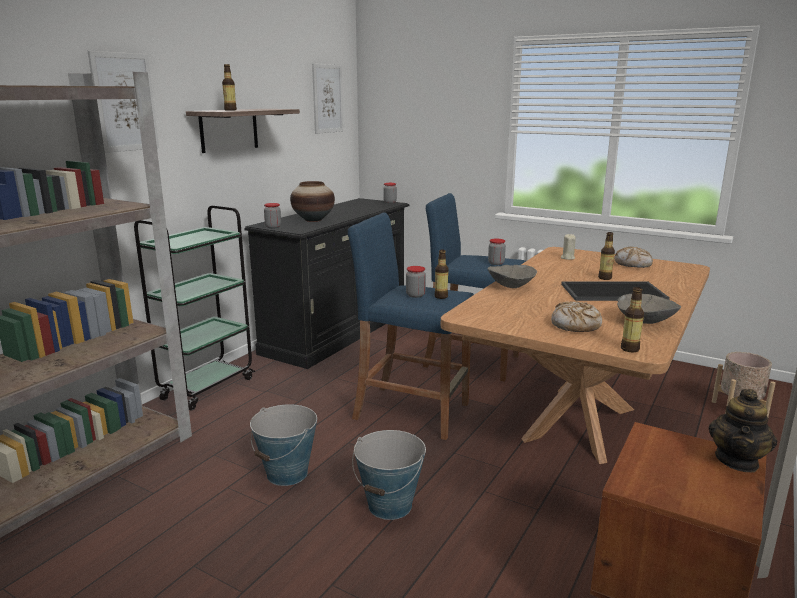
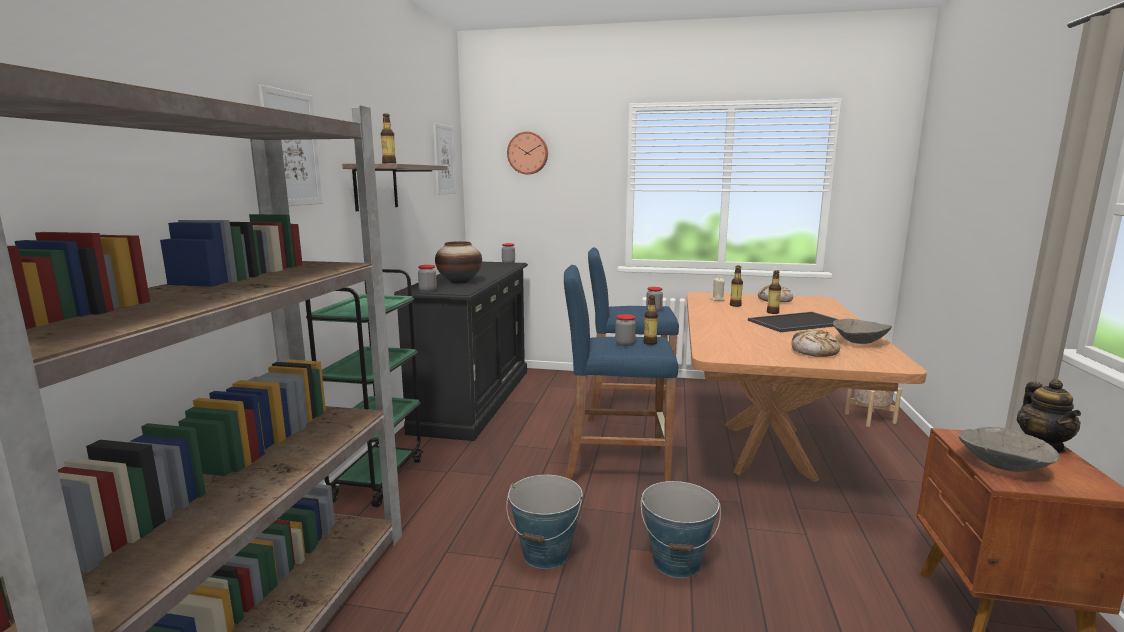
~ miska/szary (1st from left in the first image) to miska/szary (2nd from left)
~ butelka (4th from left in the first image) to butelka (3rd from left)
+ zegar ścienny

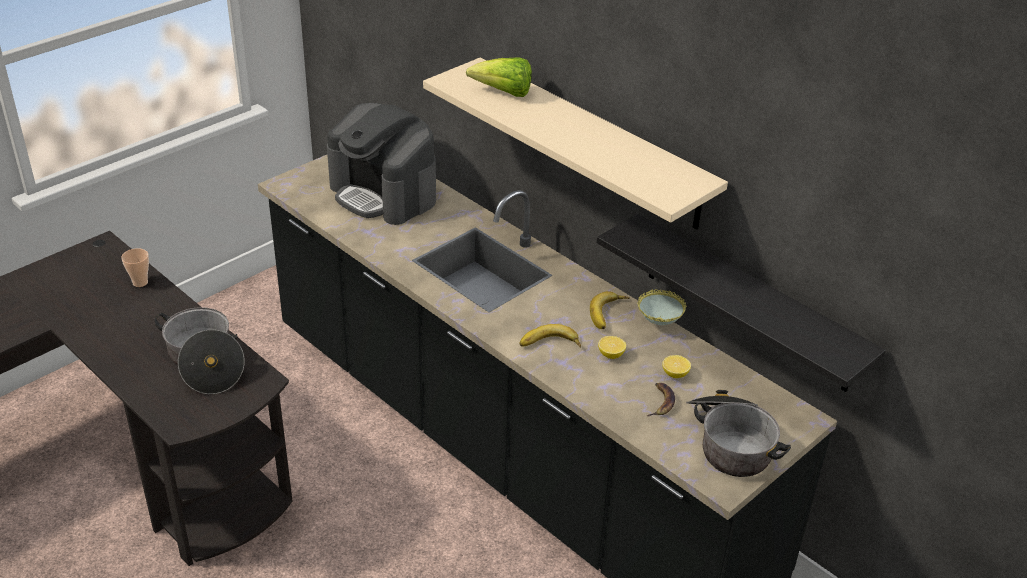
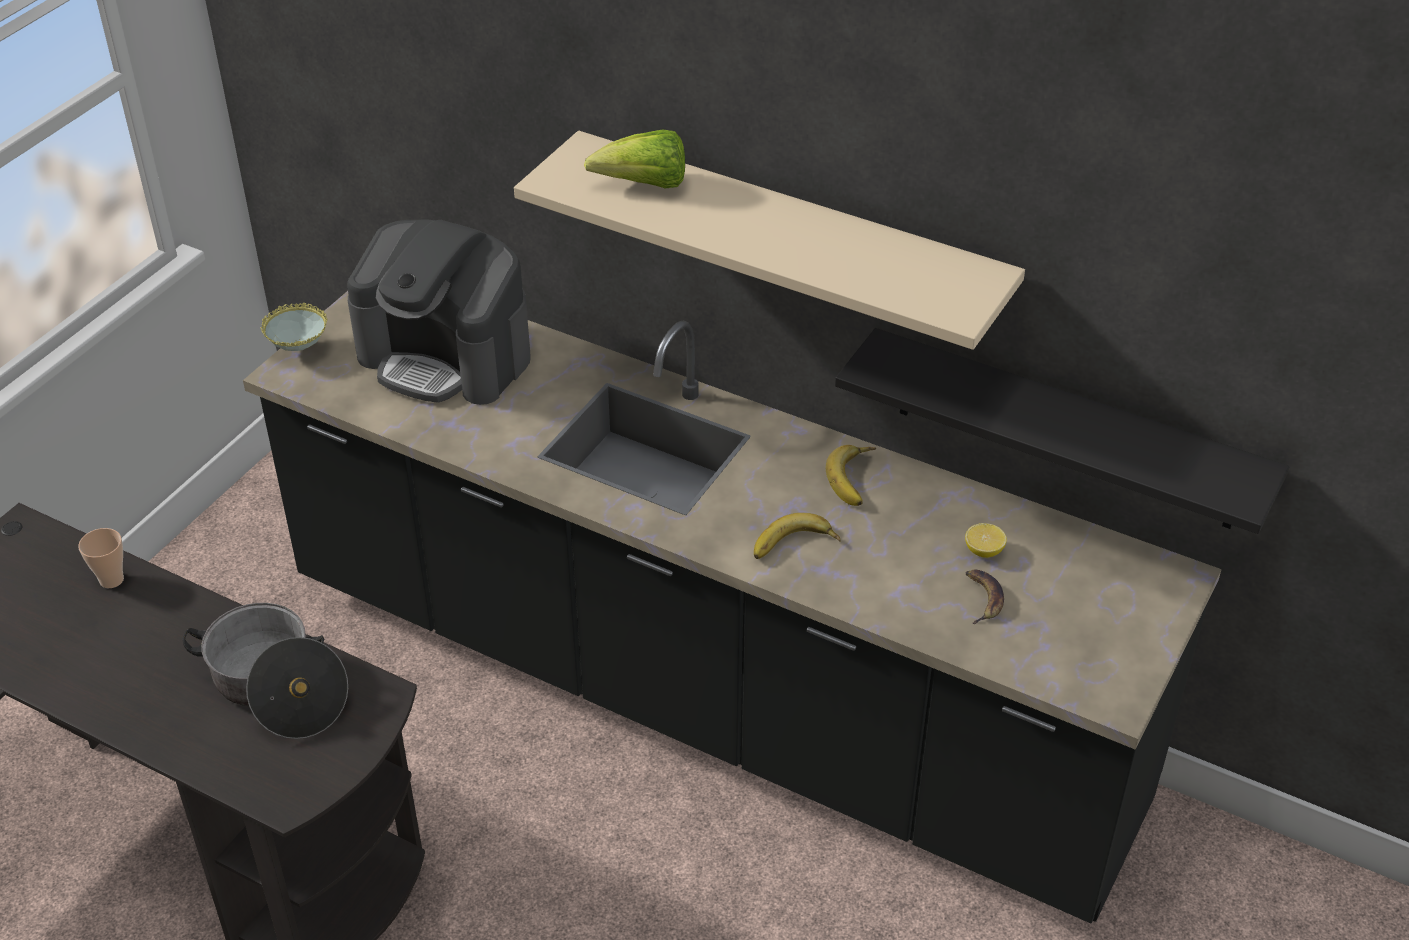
~ miska
- cytryna (1st from left)
- garnek (2nd from left)

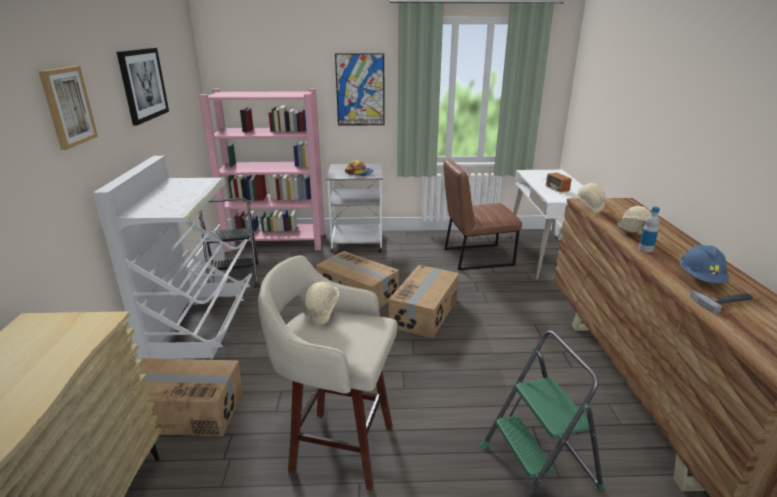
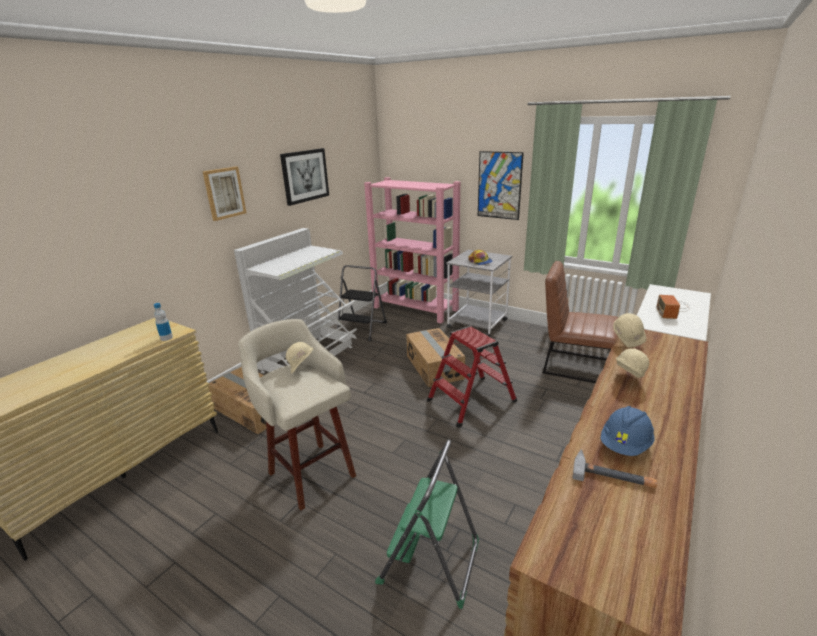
~ butelka
~ karton (3rd from left) to drabinka/czerwony

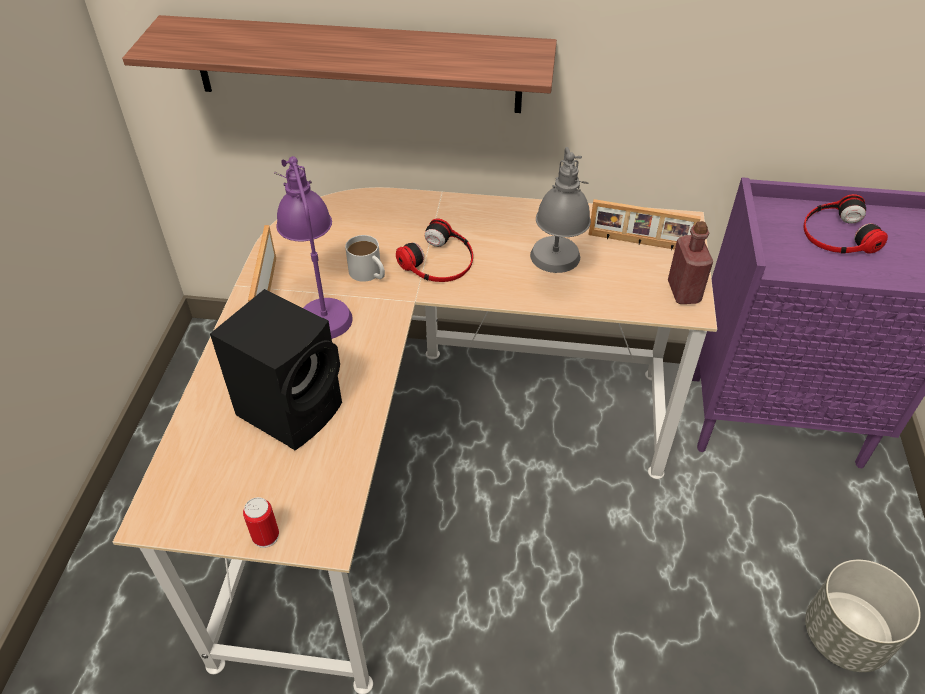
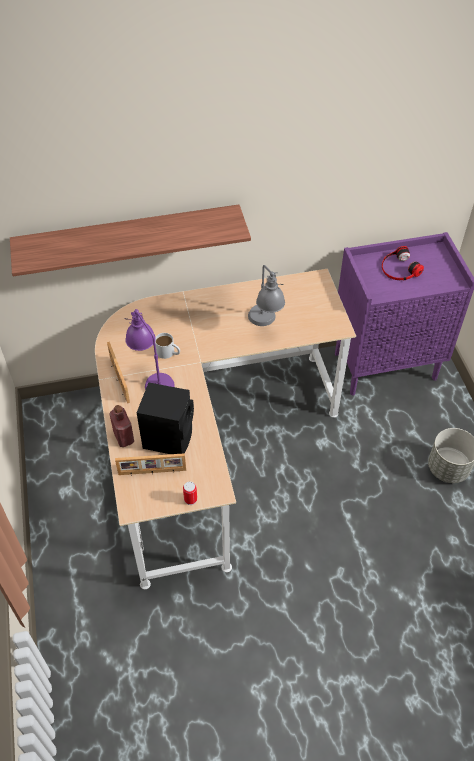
~ ramka na zdjęcie (2nd from left)
- słuchawki (1st from left)
~ butelka/czerwony

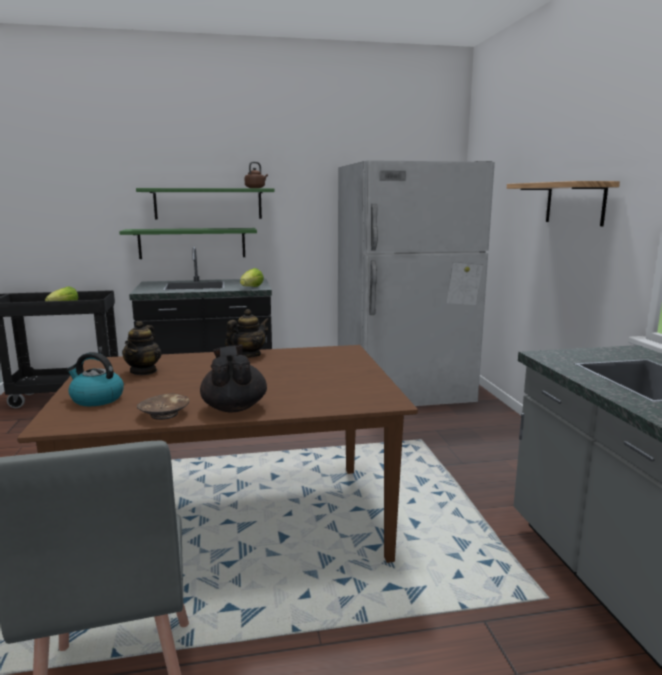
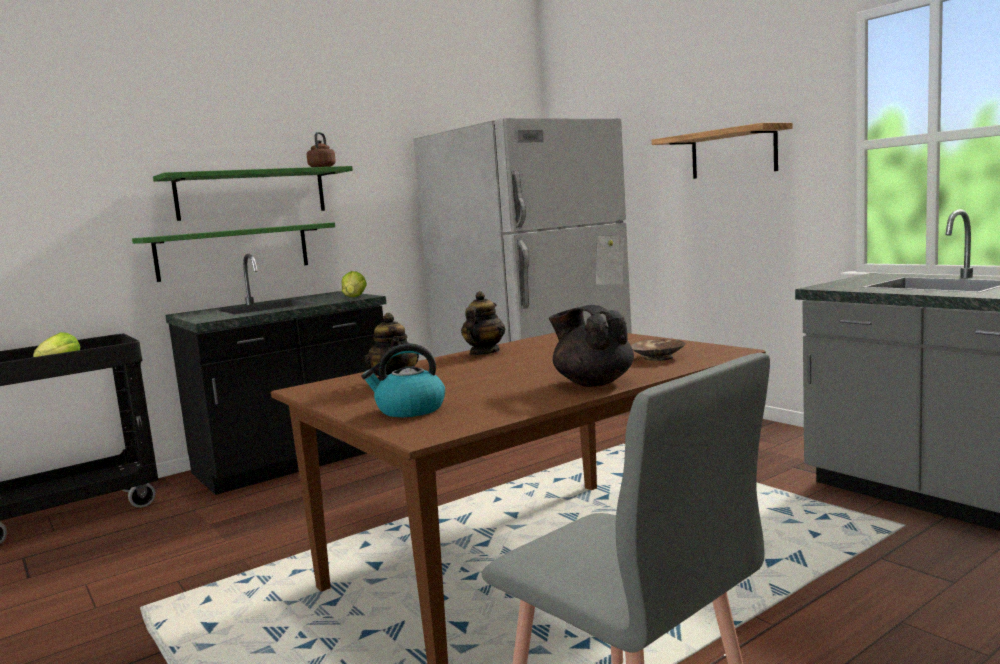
~ miska/brązowy

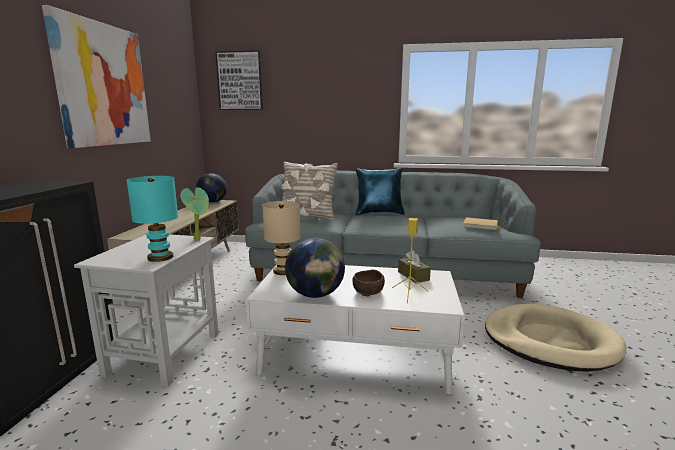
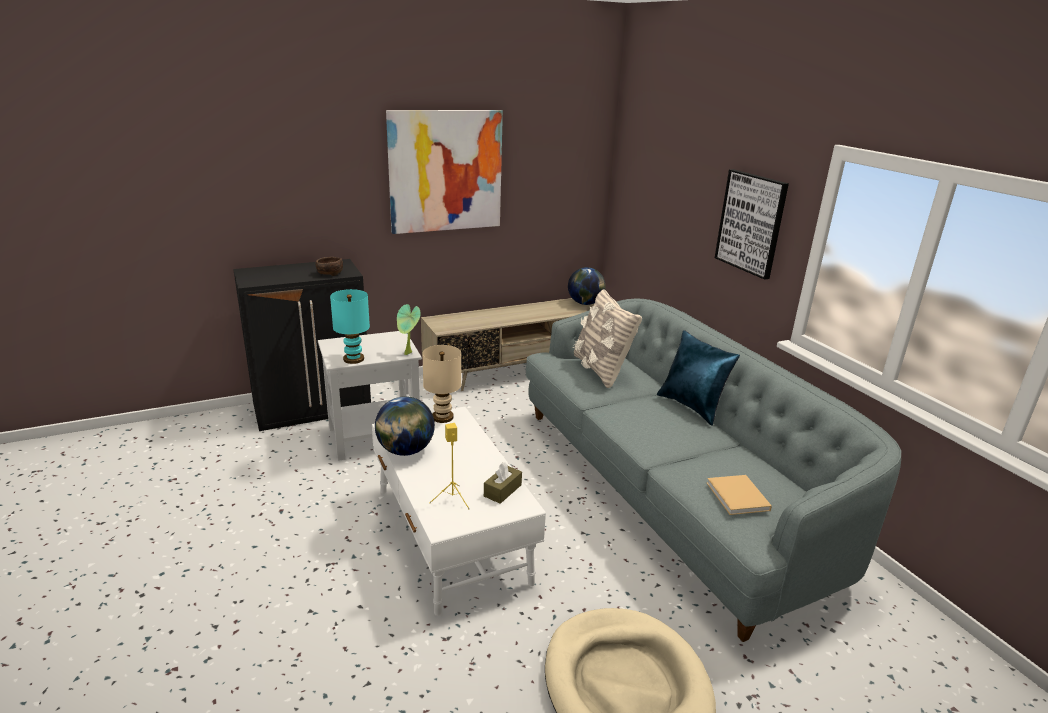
~ obraz (2nd from left)
~ miska/brązowy

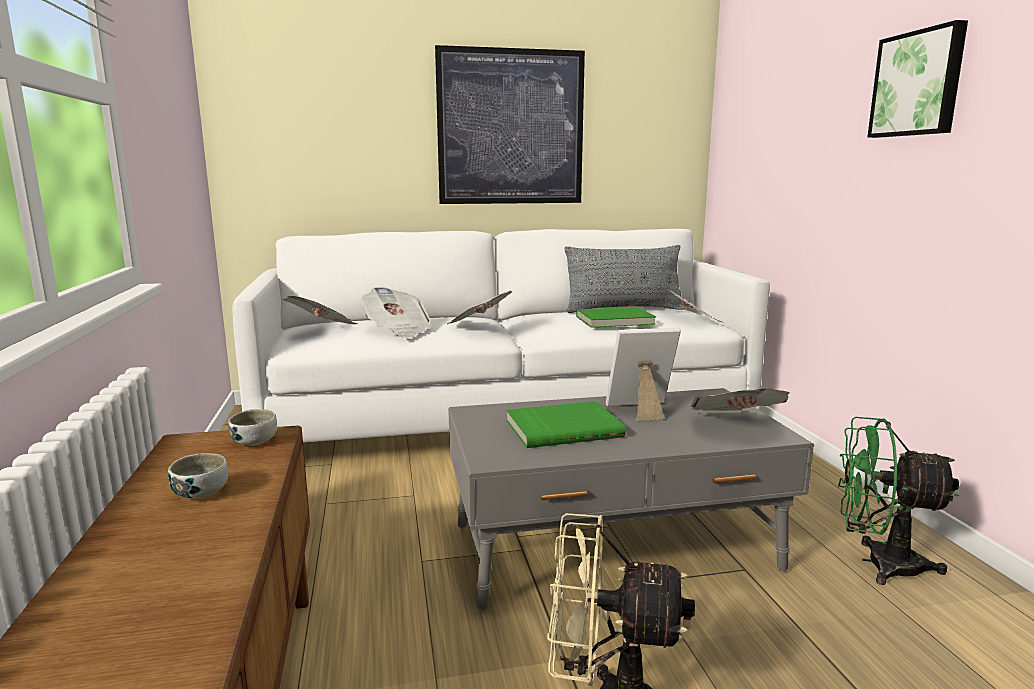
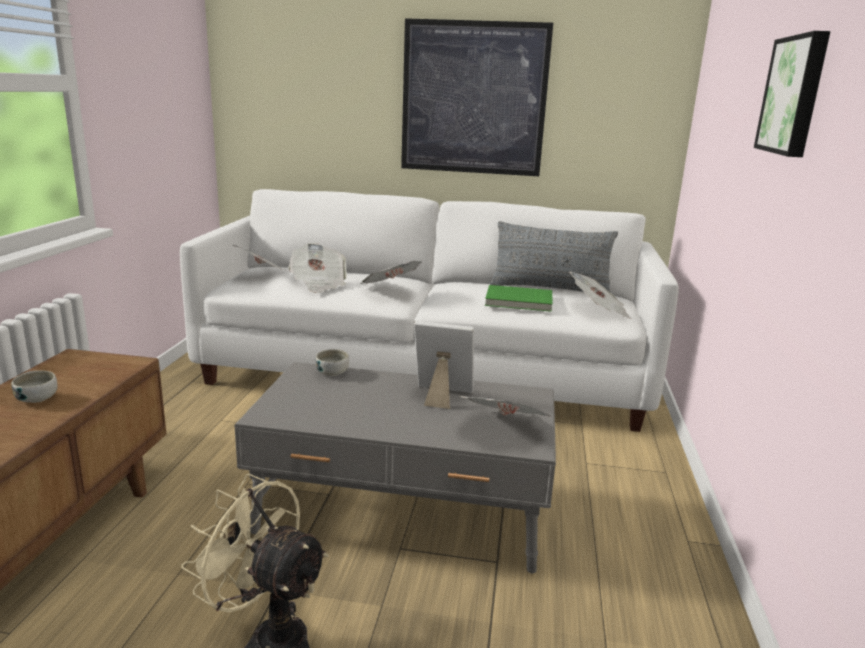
- książka/zielony (1st from left)
~ miska (2nd from left)
- wentylator/zielony

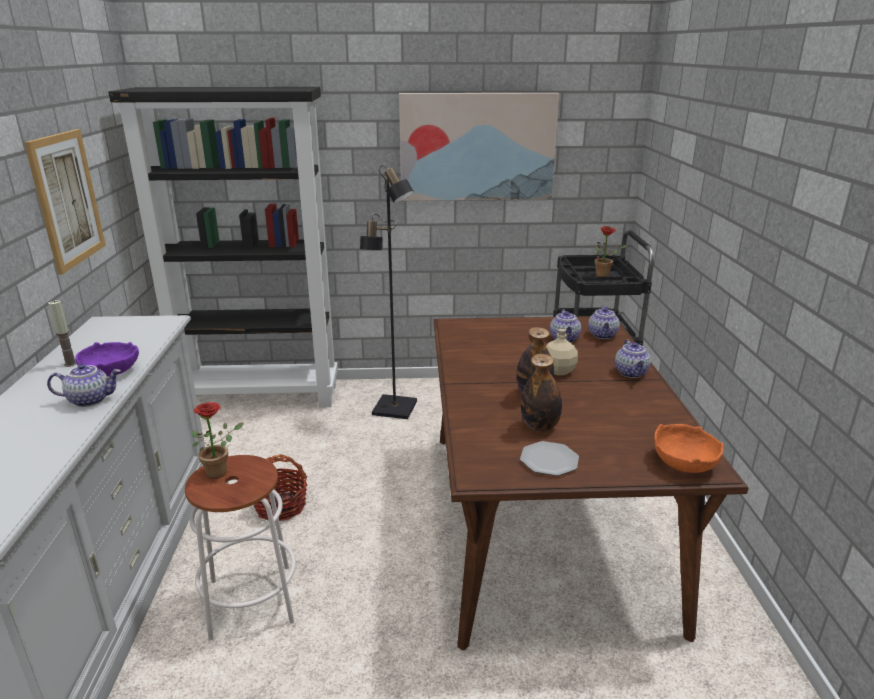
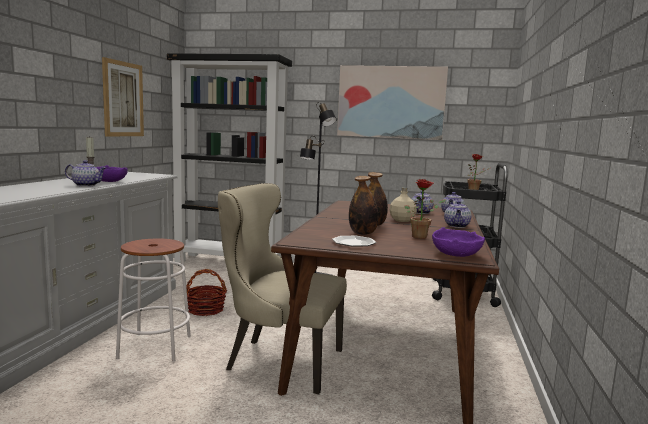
~ roślina doniczkowa (1st from left)
~ miska/pomarańczowy to miska/fioletowy (2nd from left)
+ krzesło/beżowy

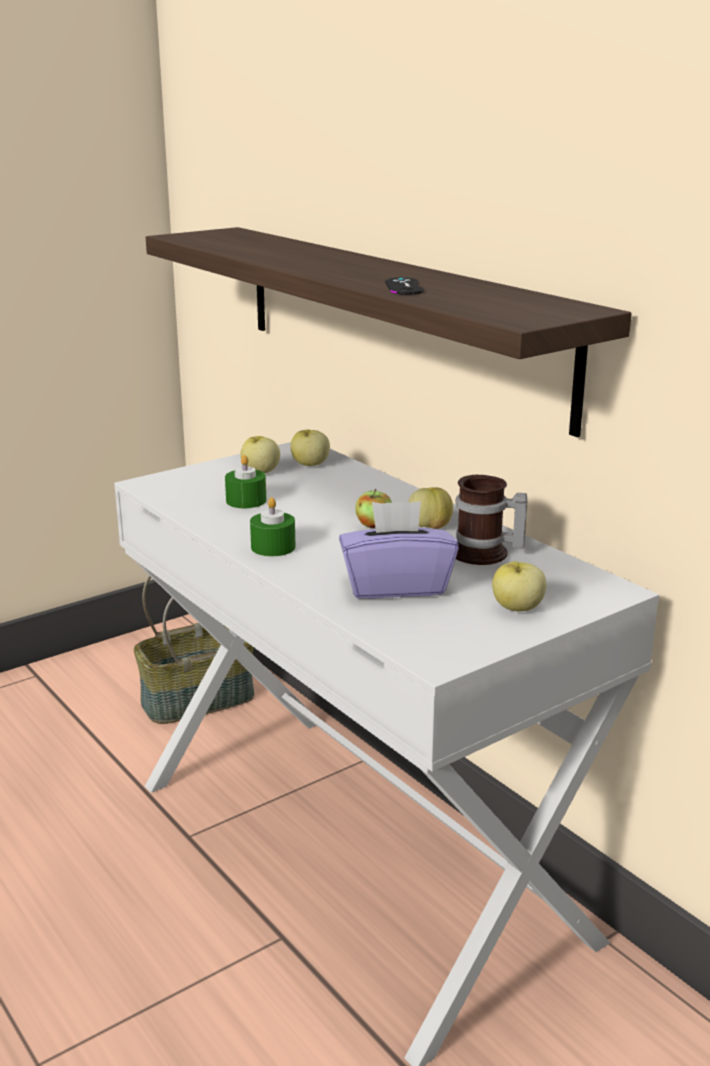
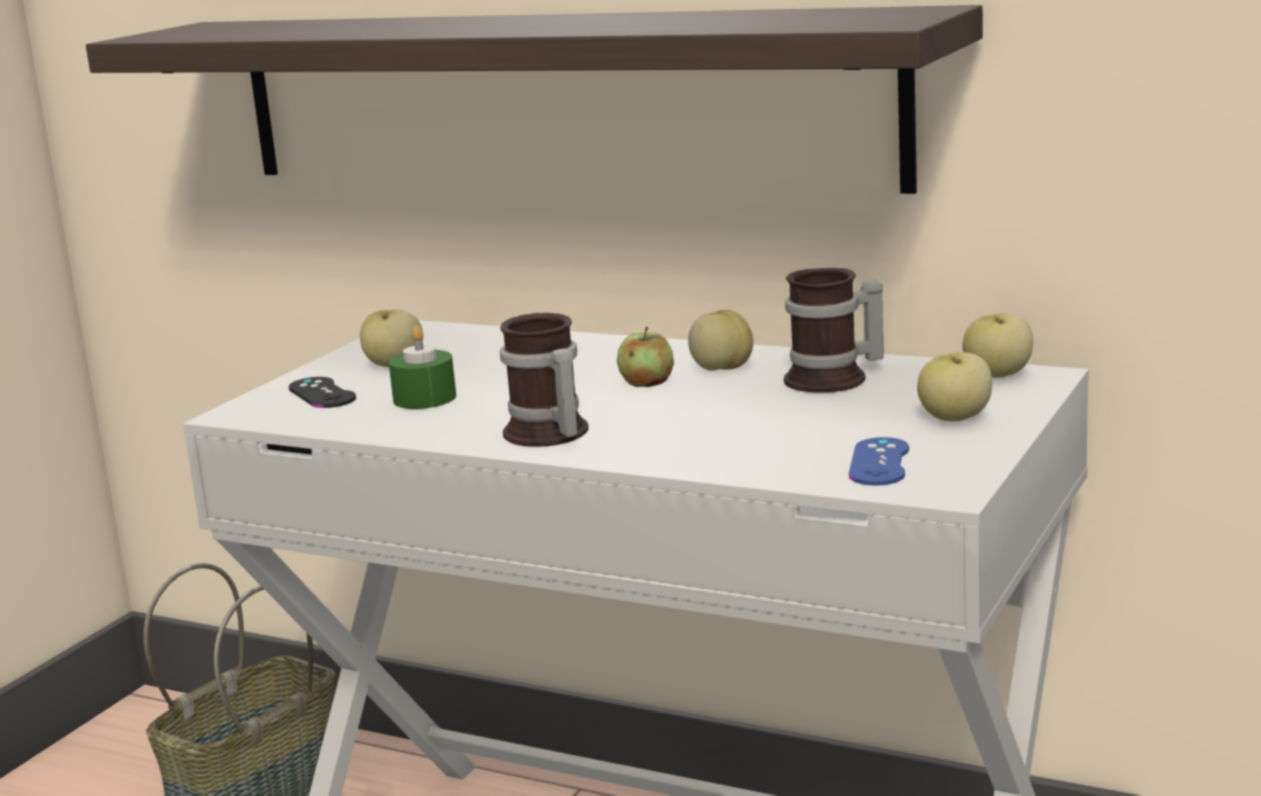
~ pad do gier/czarny
~ jabłko (2nd from left in the first image) to jabłko (5th from left)
~ świeca/zielony (2nd from left) to kubek (1st from left)
- pudełko chusteczek/fioletowy
+ pad do gier/niebieski

